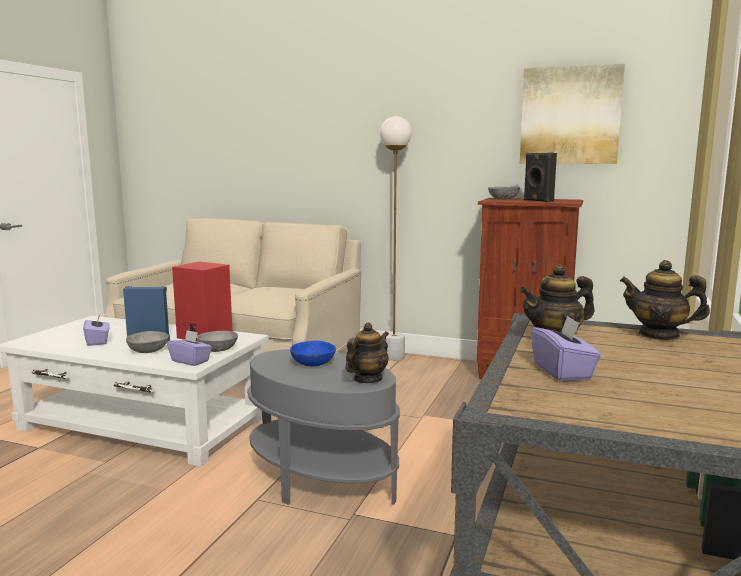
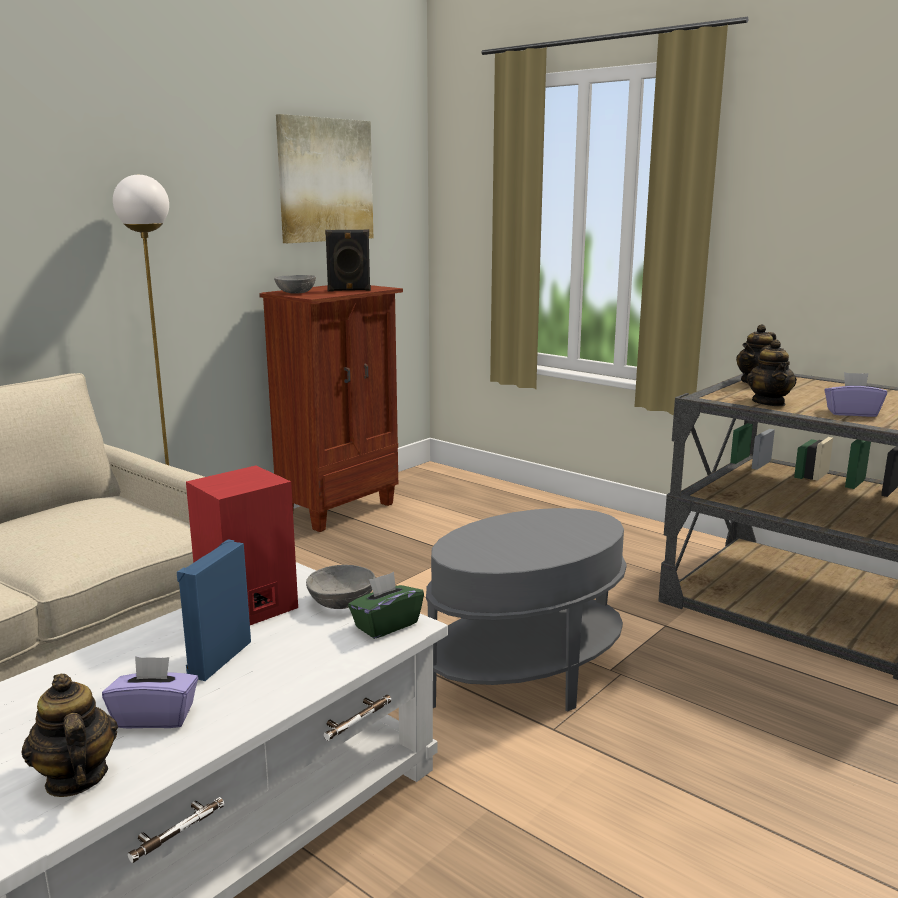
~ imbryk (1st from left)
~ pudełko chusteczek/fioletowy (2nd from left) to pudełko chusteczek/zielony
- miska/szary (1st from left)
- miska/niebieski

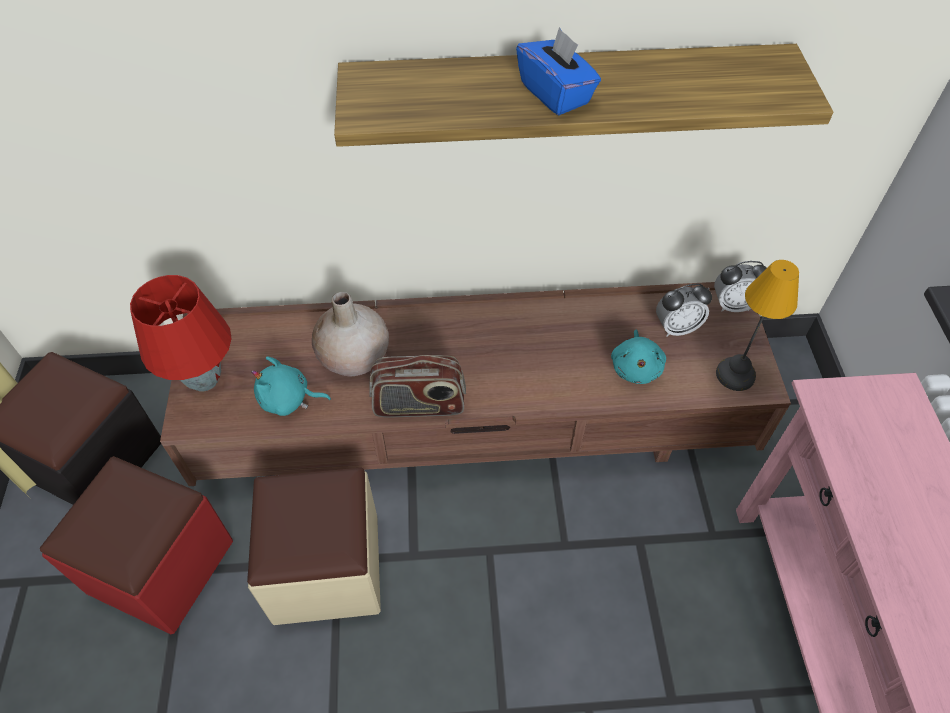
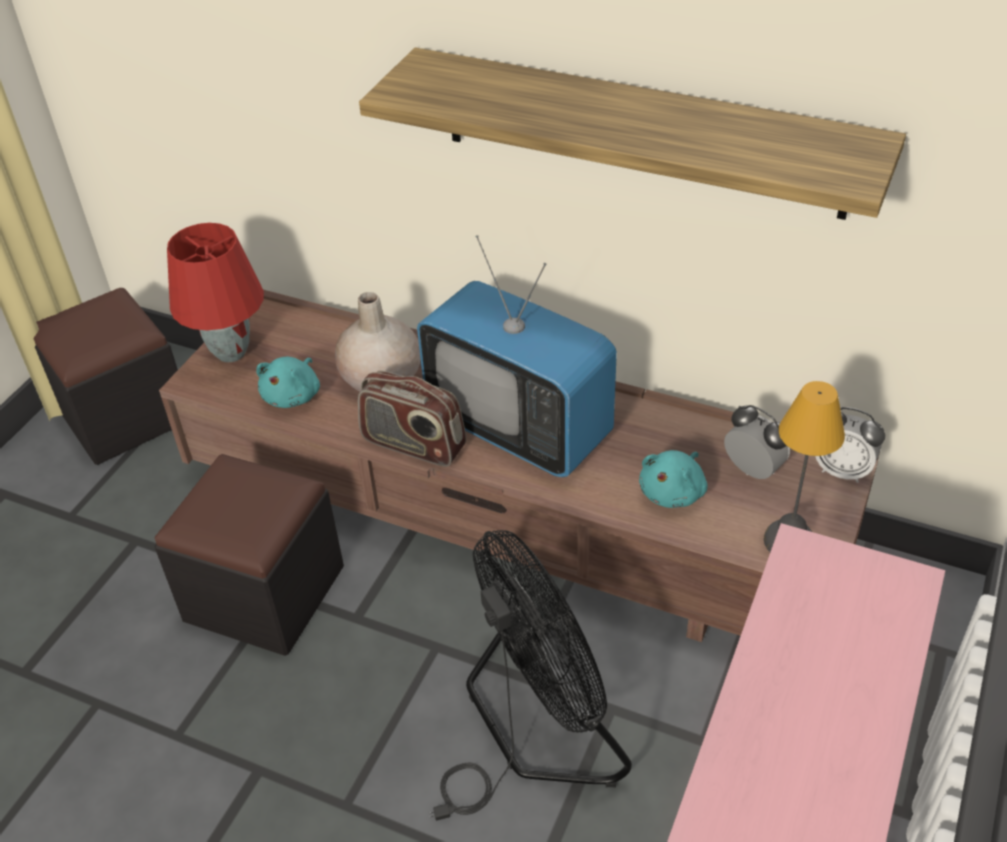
- pudełko chusteczek/niebieski
~ budzik (1st from left) 150 degrees counterclockwise
~ pluszak/turkusowy (1st from left) 105 degrees counterclockwise
- pufa/czerwony
~ pufa/beżowy to pufa/czarny (2nd from left)
+ telewizor
+ wentylator/czarny

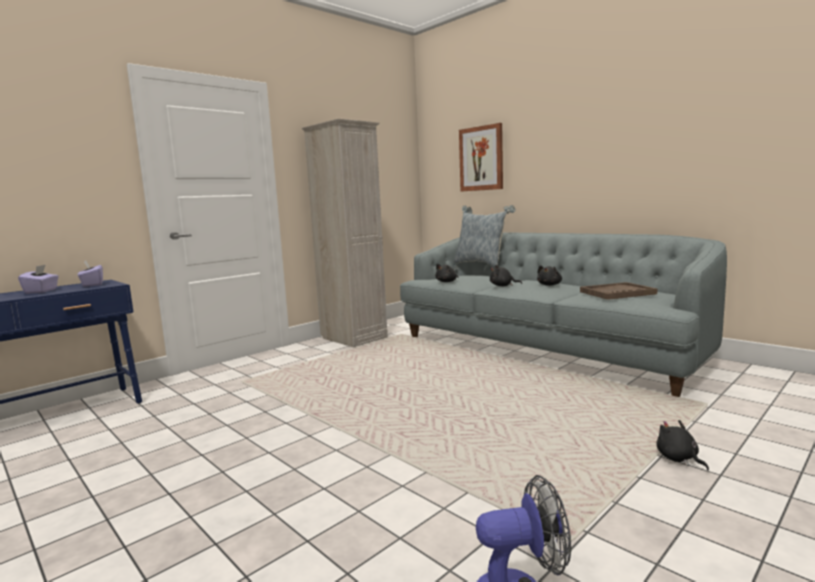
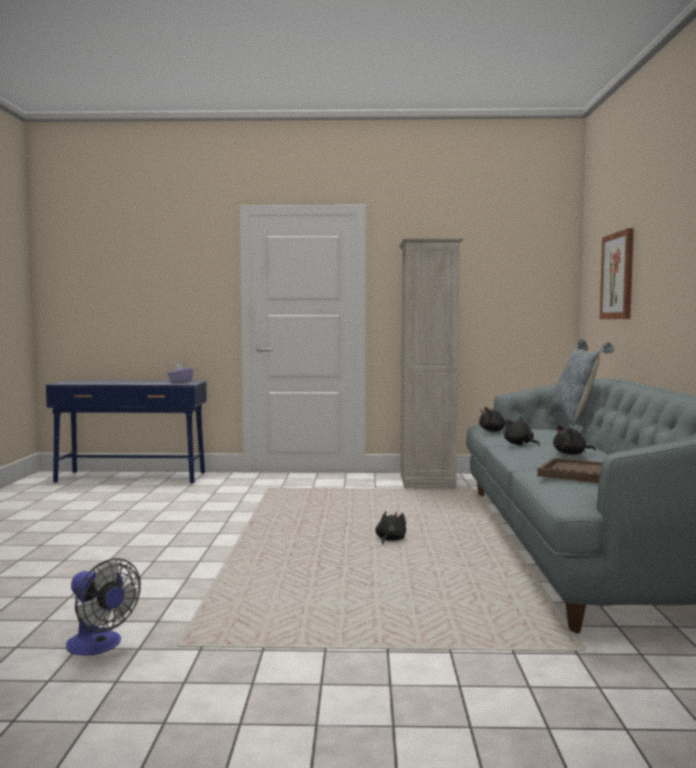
- pudełko chusteczek/fioletowy (1st from left)
~ pluszak/czarny (4th from left in the first image) to pluszak/czarny (1st from left)

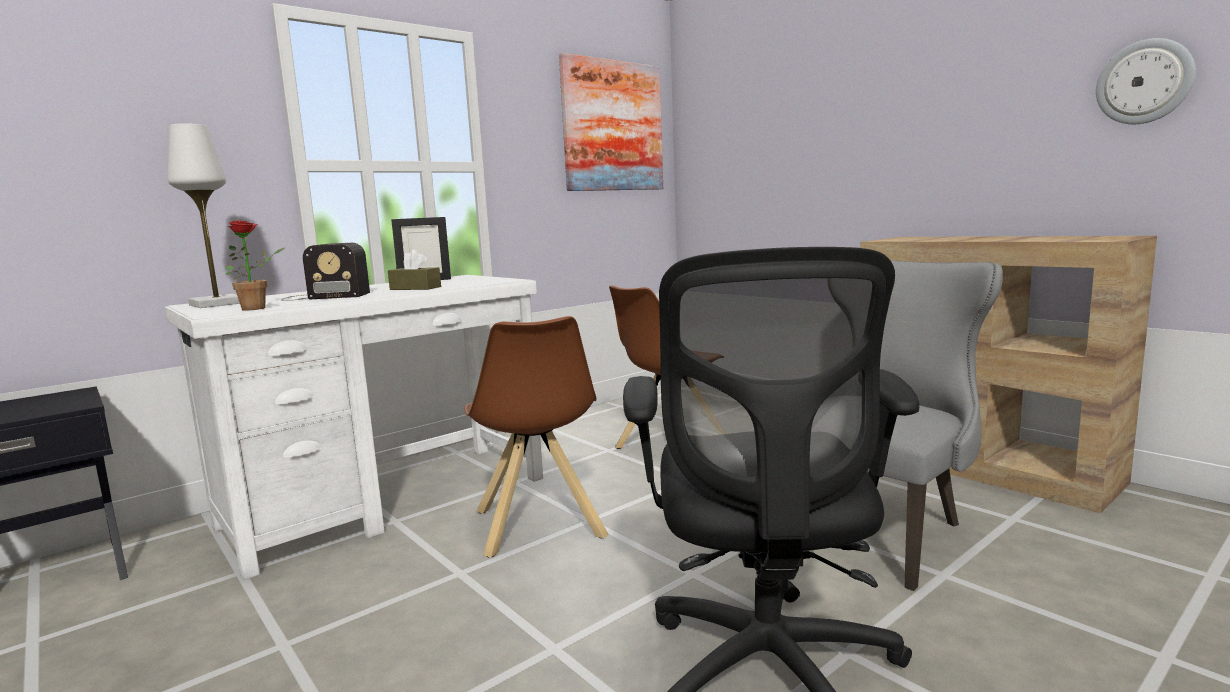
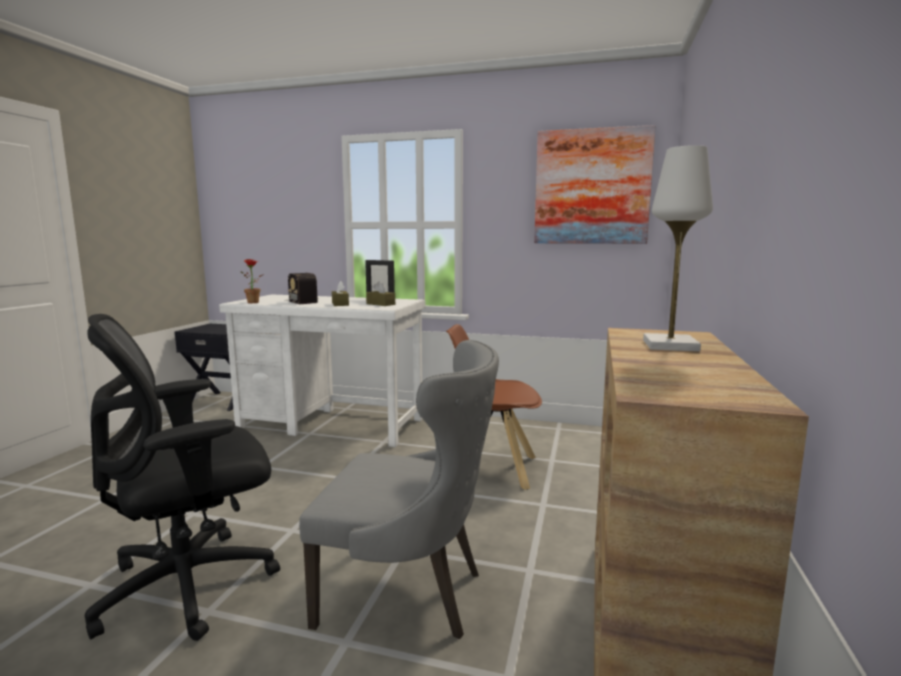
- zegar ścienny
~ lampa stołowa/biały
- krzesło/brązowy (1st from left)
+ pudełko chusteczek/brązowy (2nd from left)

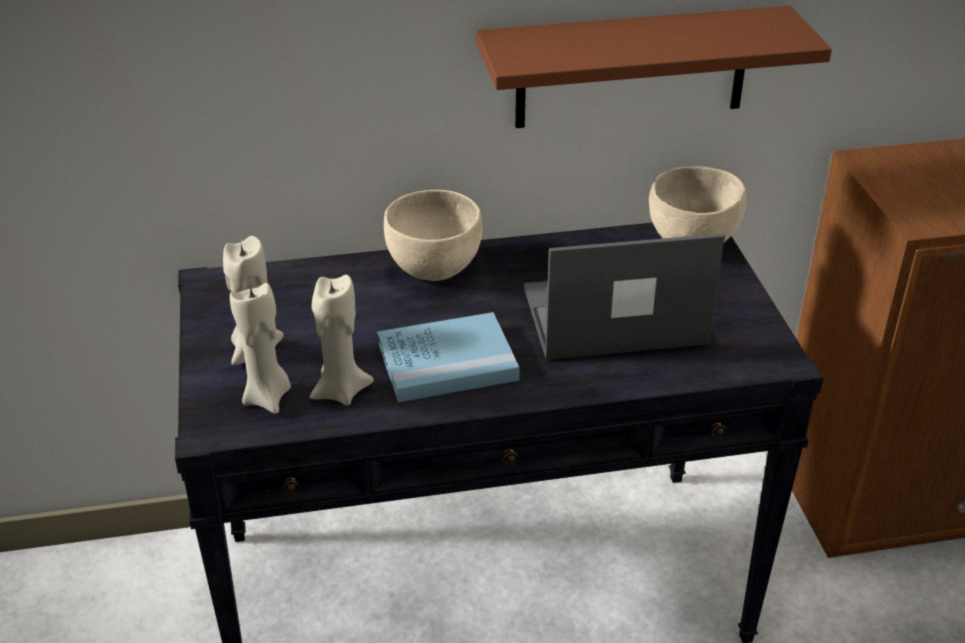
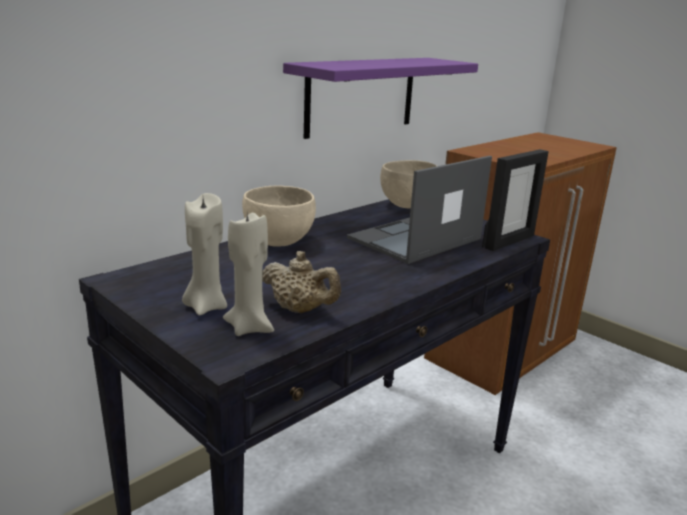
~ półka/brązowy to półka/fioletowy
~ świeca/beżowy (3rd from left) to imbryk/beżowy
- książka/niebieski
+ ramka na zdjęcie

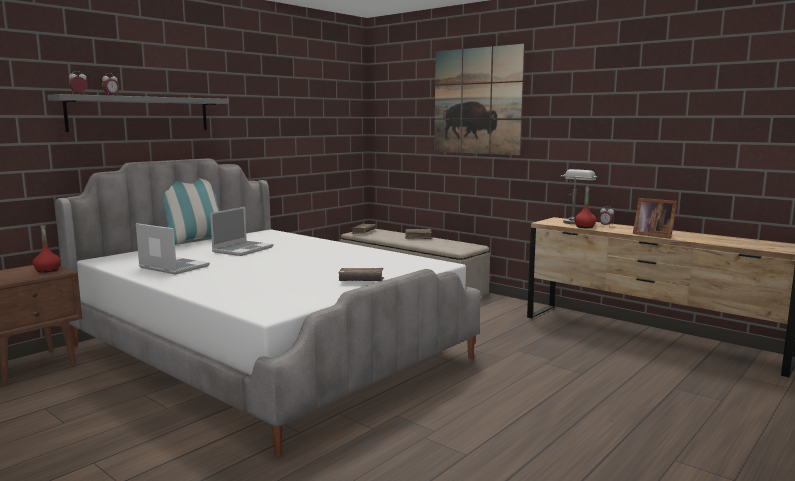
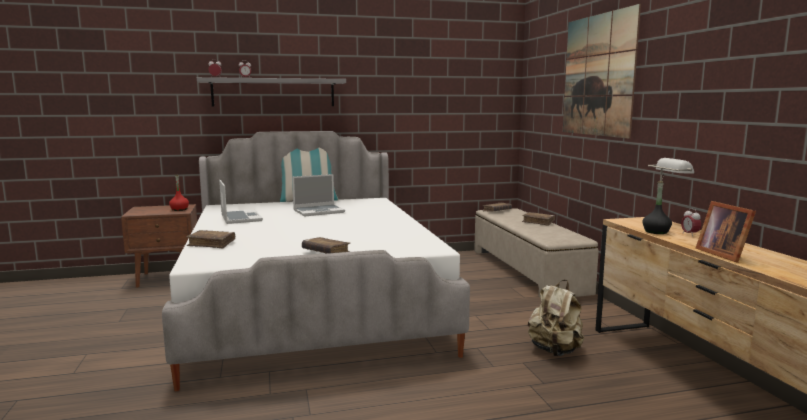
~ butelka/czerwony (2nd from left) to butelka/czarny
+ książka/brązowy (1st from left)
+ plecak/beżowy

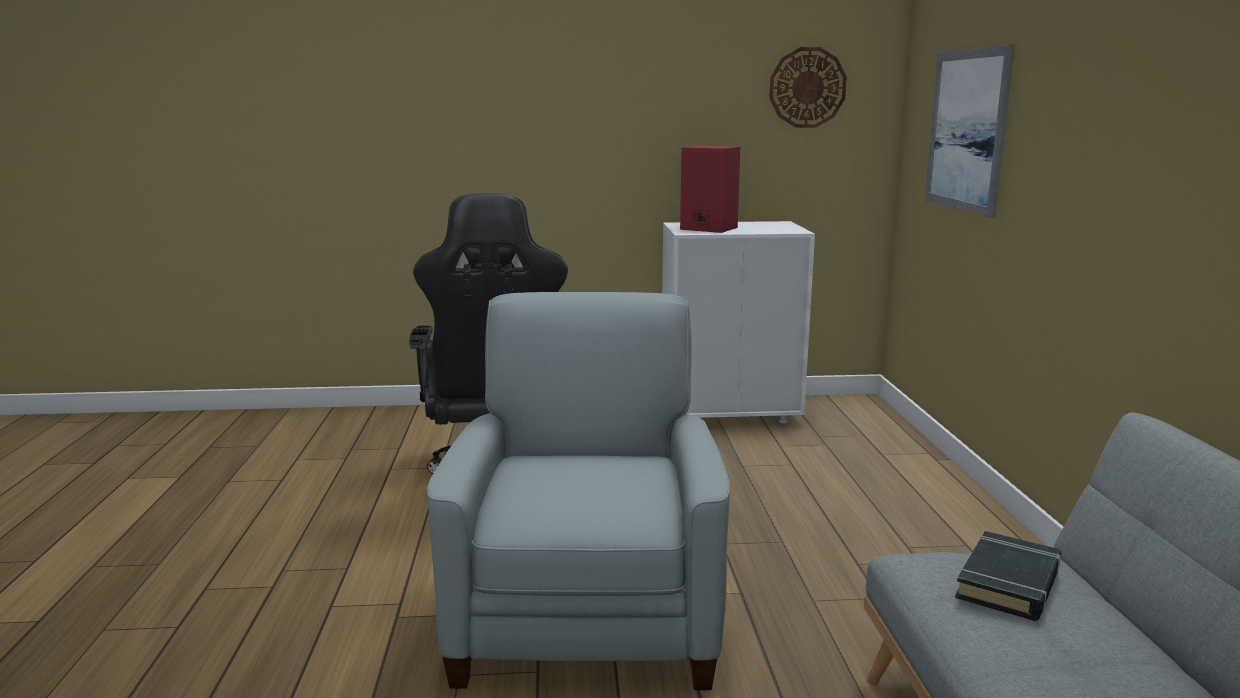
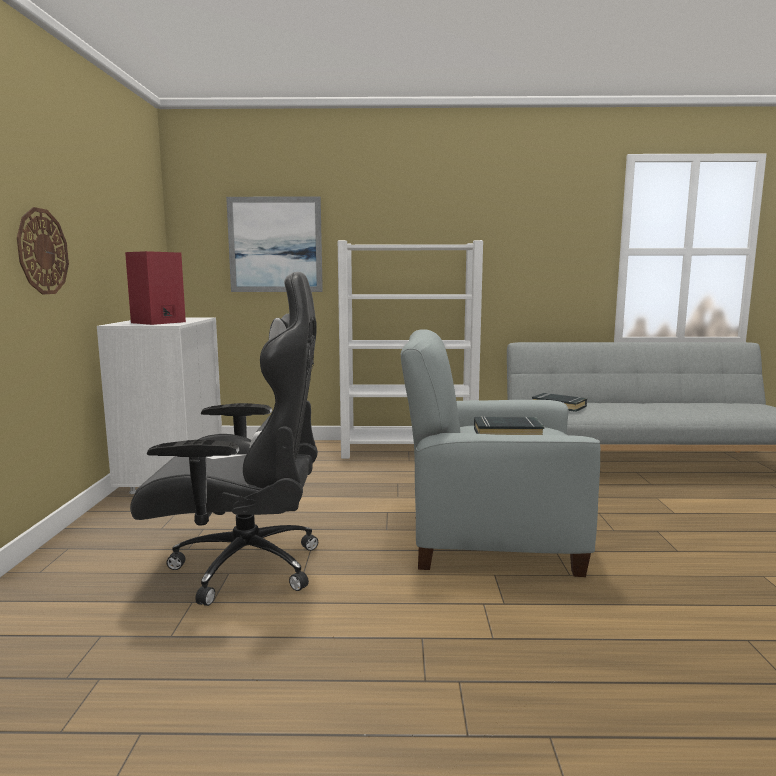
~ zegar ścienny
+ regał/biały
+ książka/czarny (1st from left)

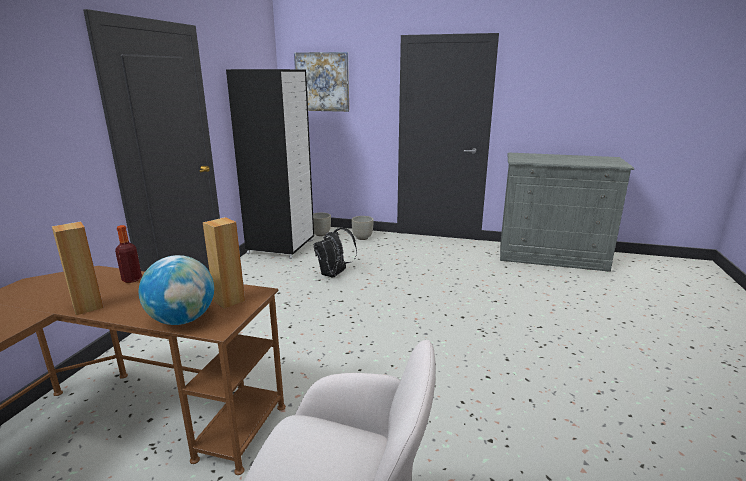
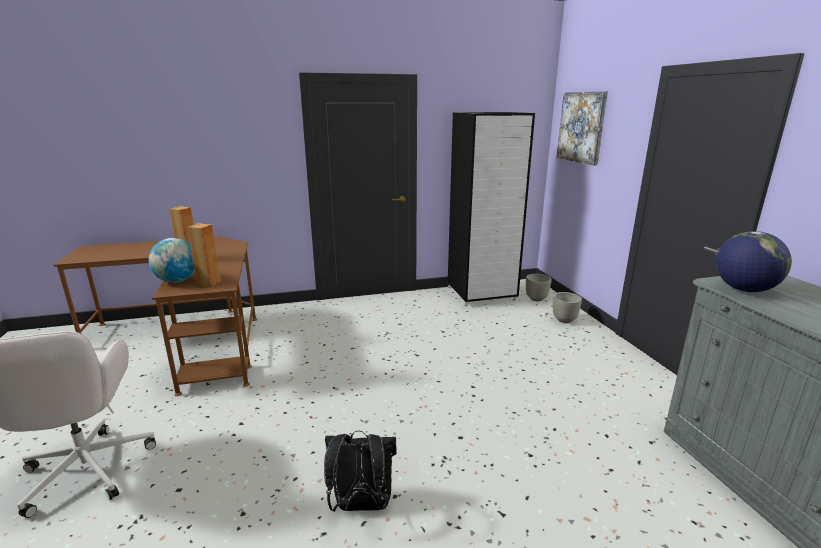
- butelka
~ plecak/czarny
+ globus (2nd from left)

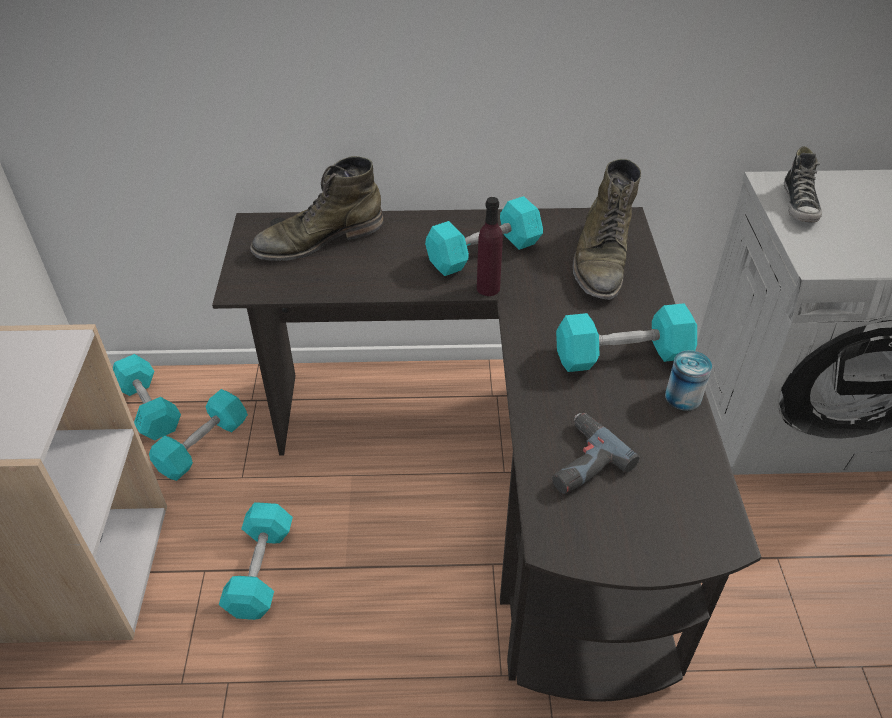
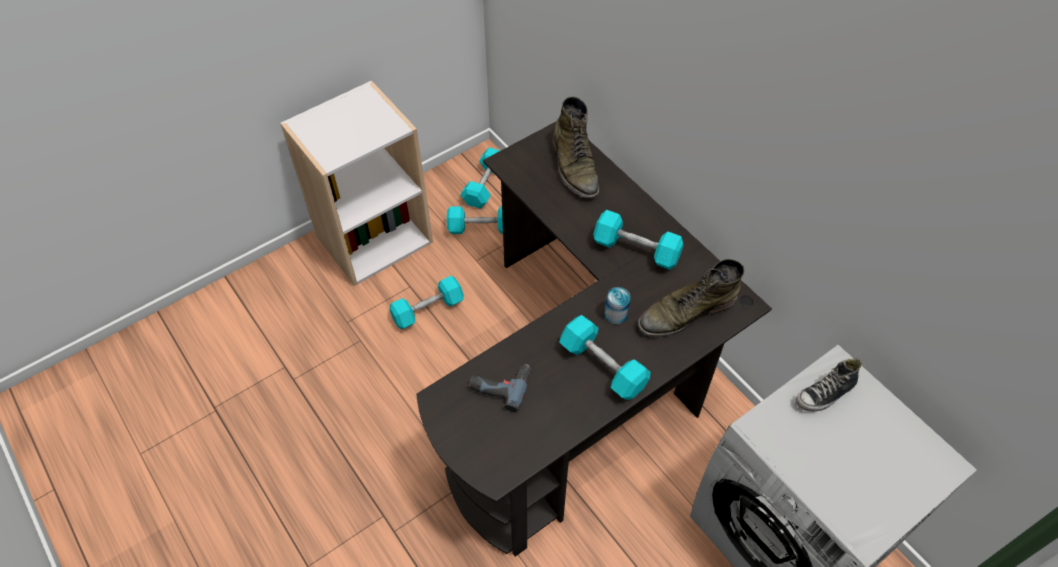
~ but z cholewką/zielony (1st from left) 135 degrees counterclockwise
- butelka/fioletowy
~ puszka

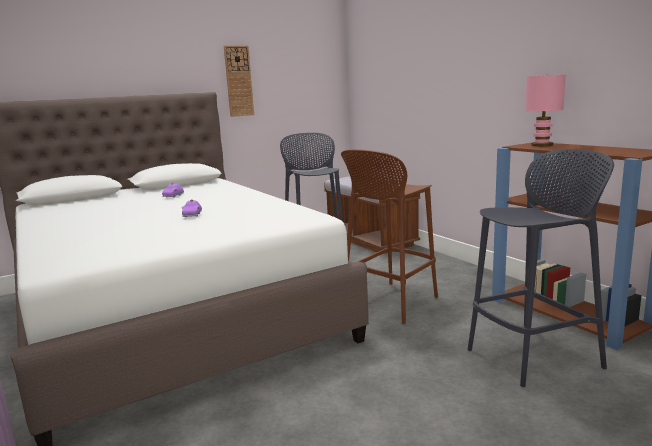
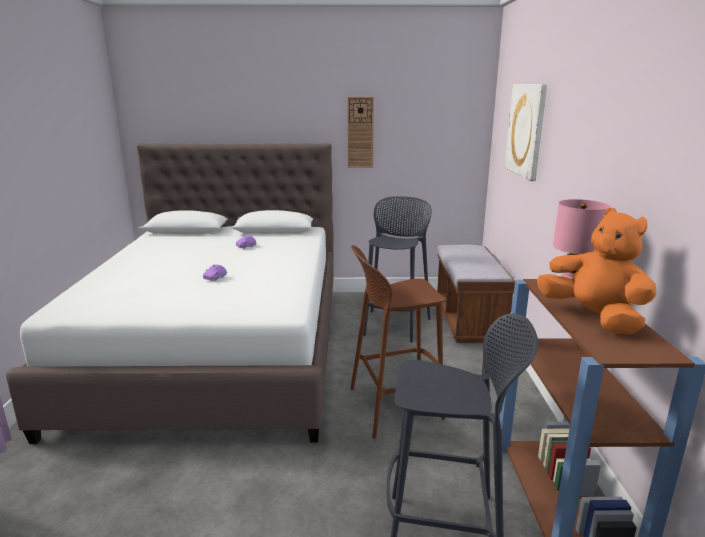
+ obraz
+ pluszak/pomarańczowy

